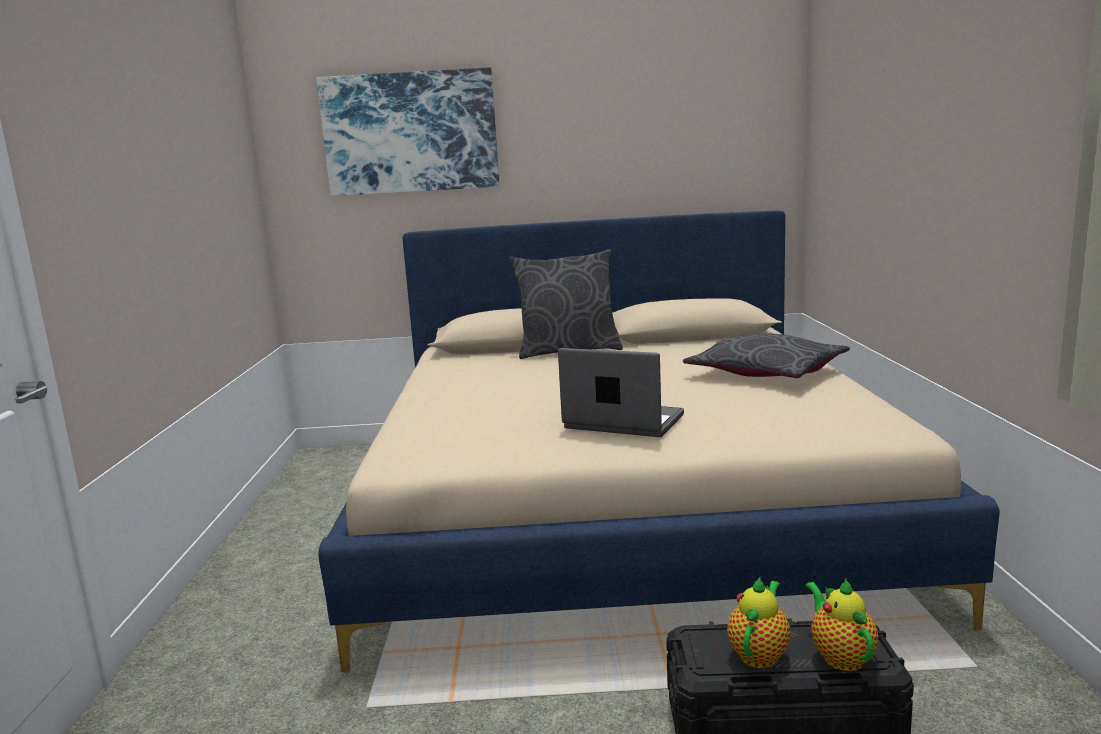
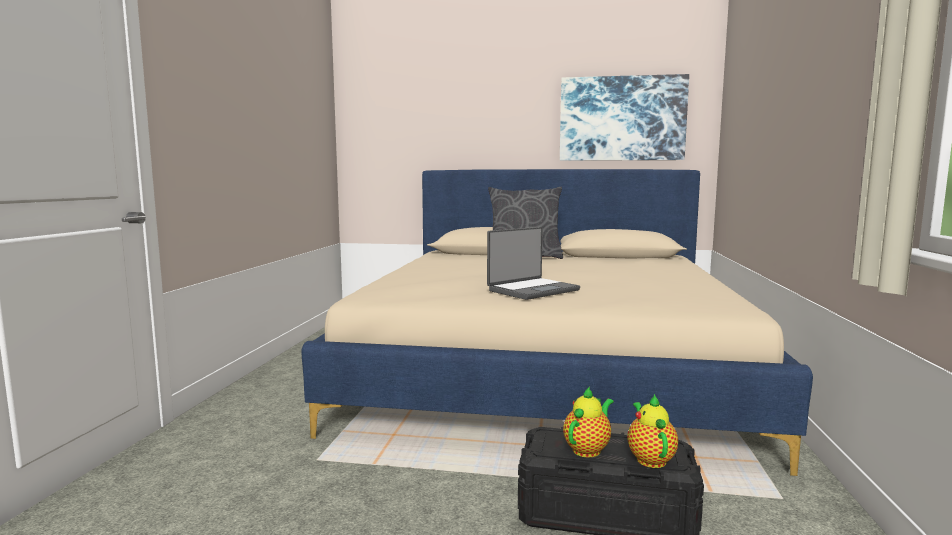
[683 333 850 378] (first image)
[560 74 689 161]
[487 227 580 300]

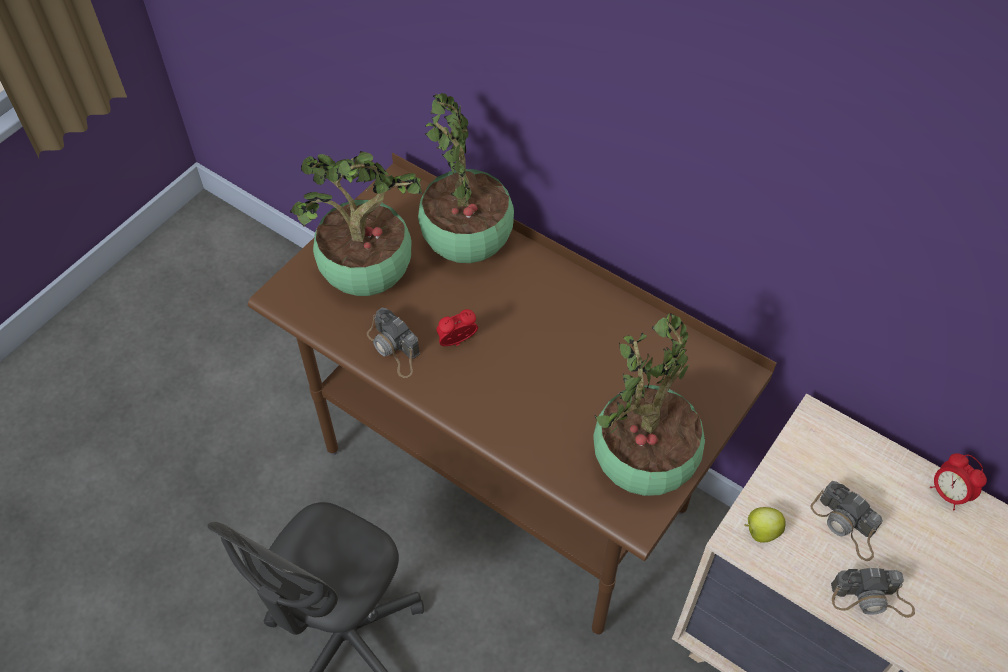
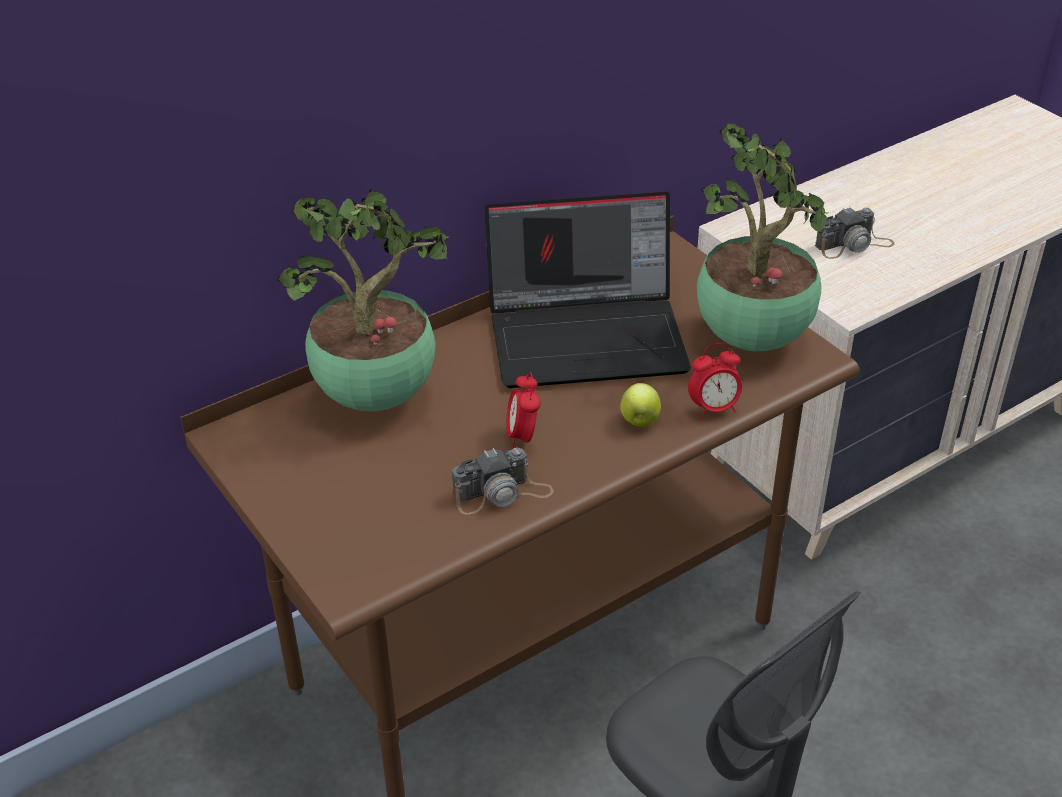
[290 151 422 296] (first image)
[831 568 915 618] (first image)
[485 192 691 388]
[620 383 661 427]
[688 343 742 419]

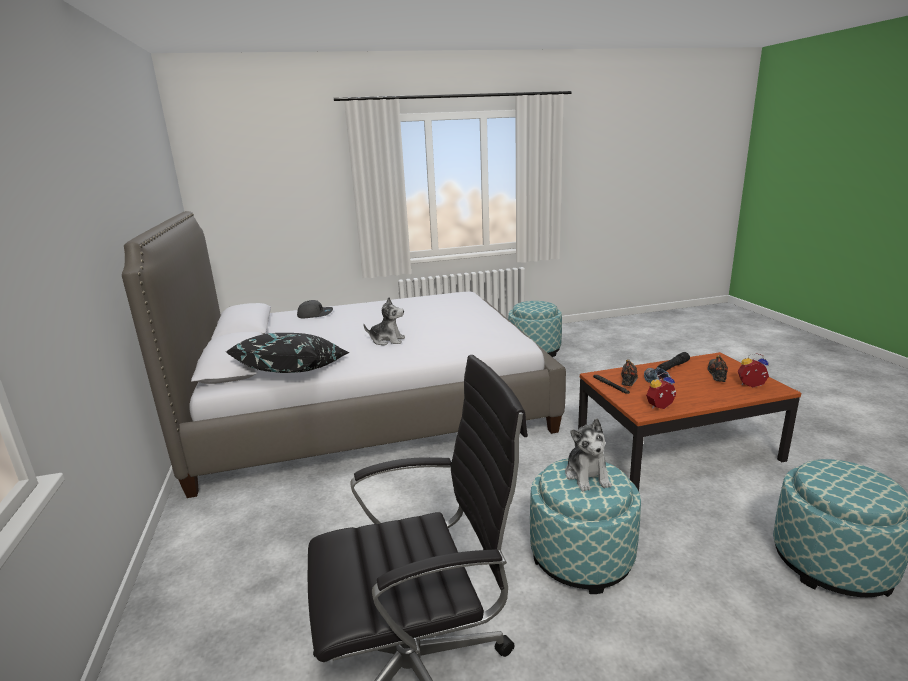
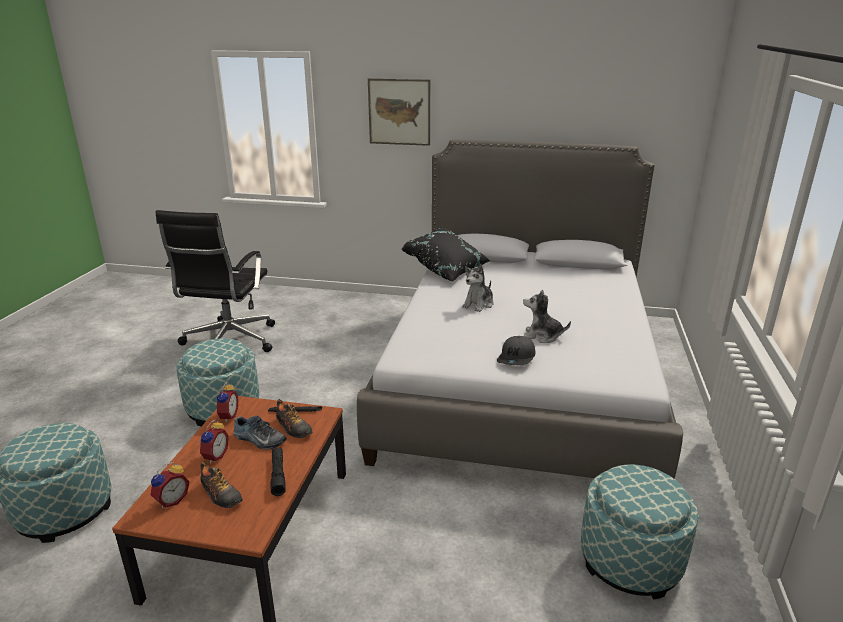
[200 419 229 464]
[368 78 430 146]
[497 336 535 365]
[523 290 571 343]

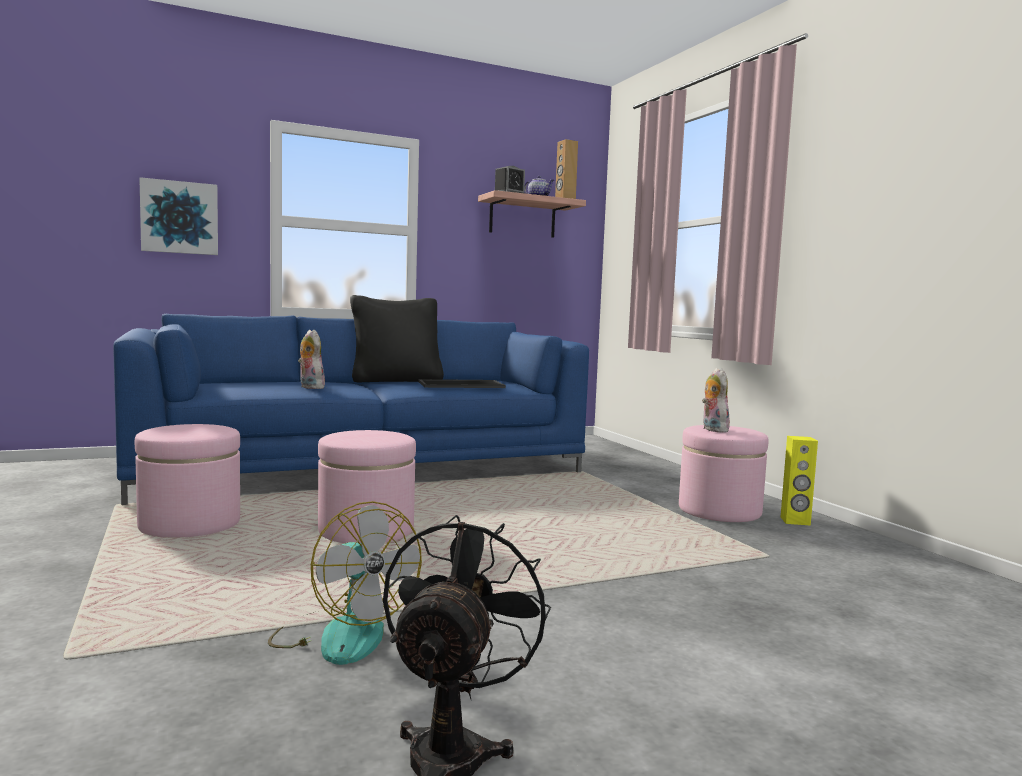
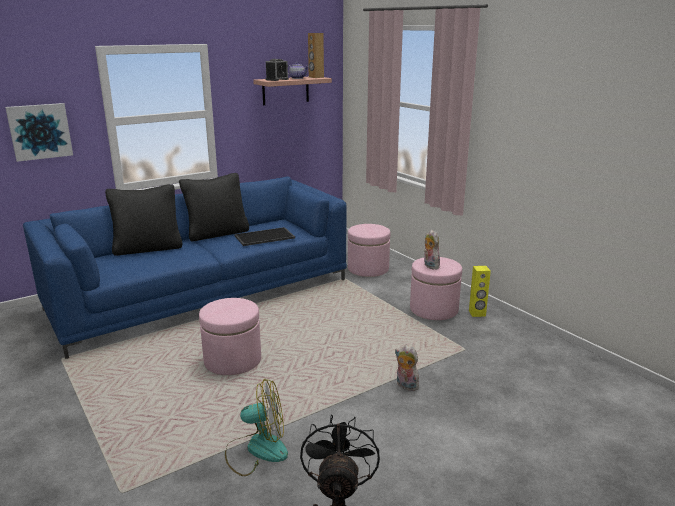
[105 184 182 256]
[348 224 391 277]
[395 345 419 391]
[225 379 288 476]

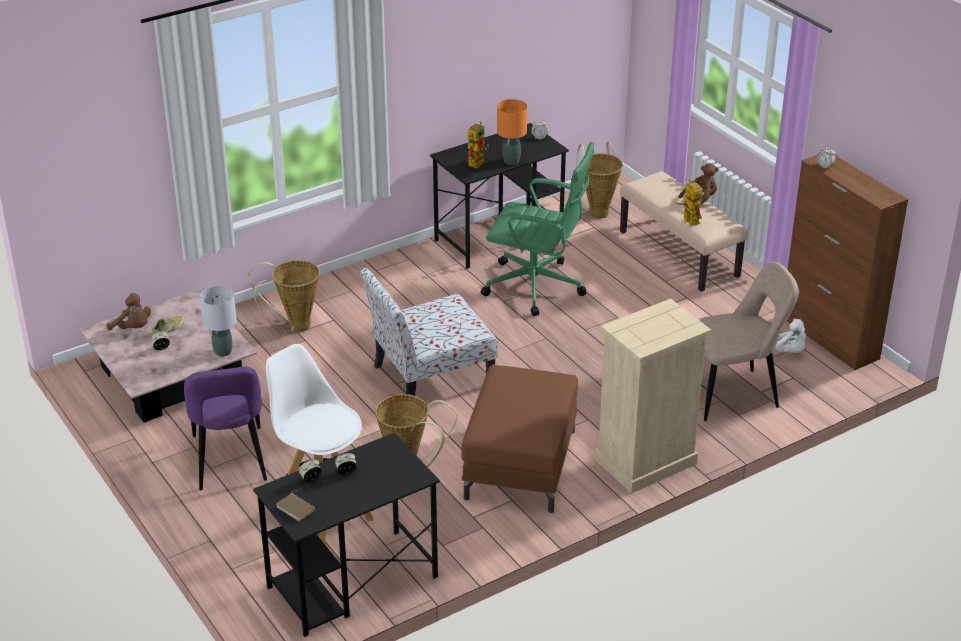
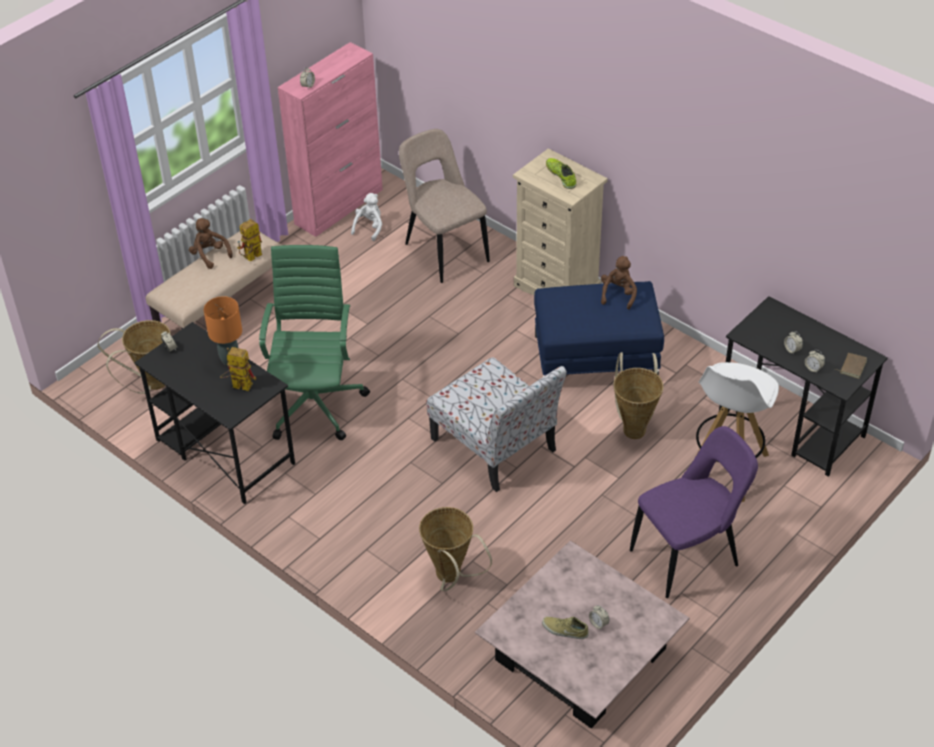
[200 286 237 357] (first image)
[546 158 577 189]
[601 256 637 309]
[534 281 664 377]
[278 42 383 237]

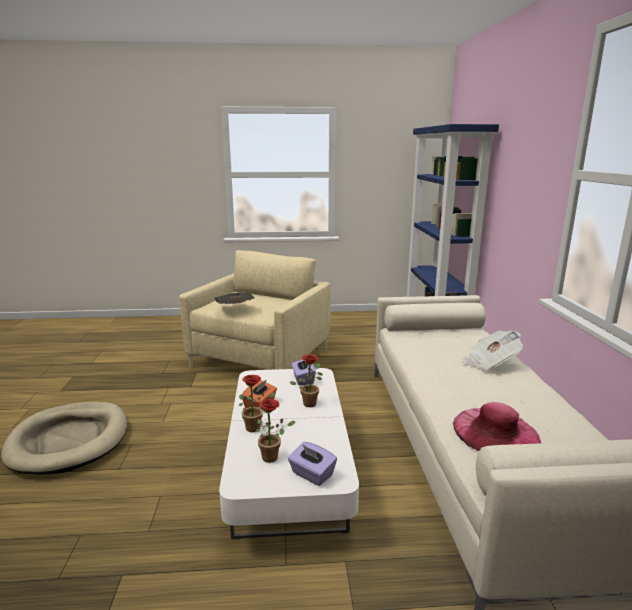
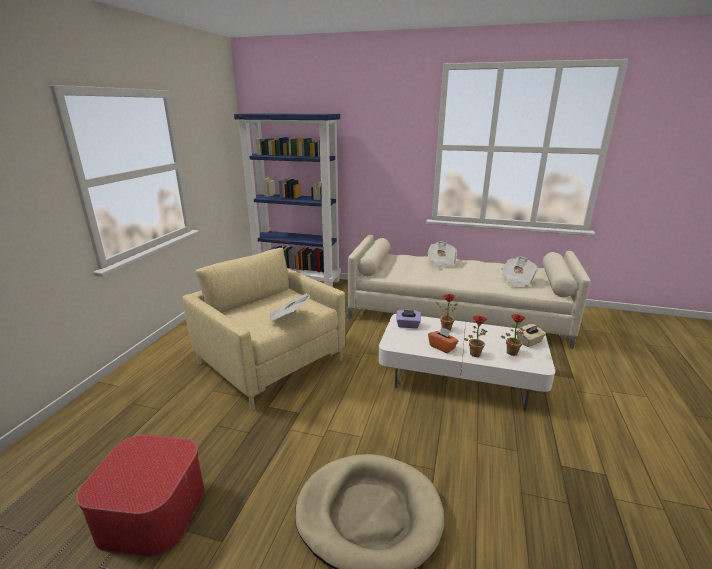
[76 434 205 557]
[502 257 538 286]
[517 324 546 347]

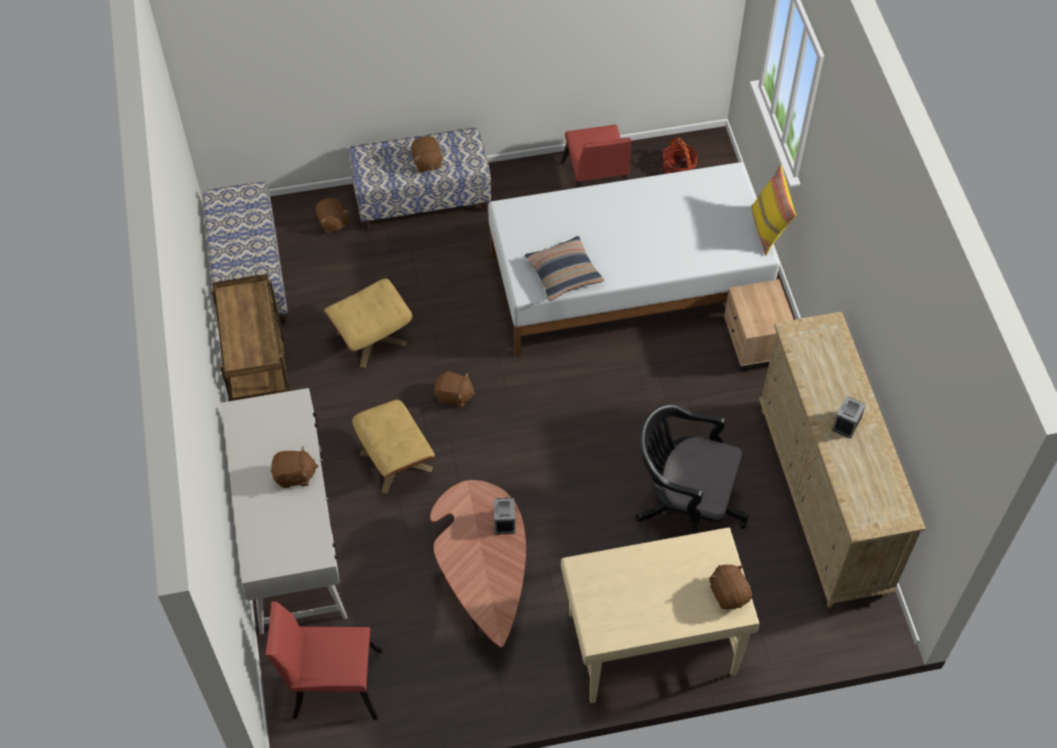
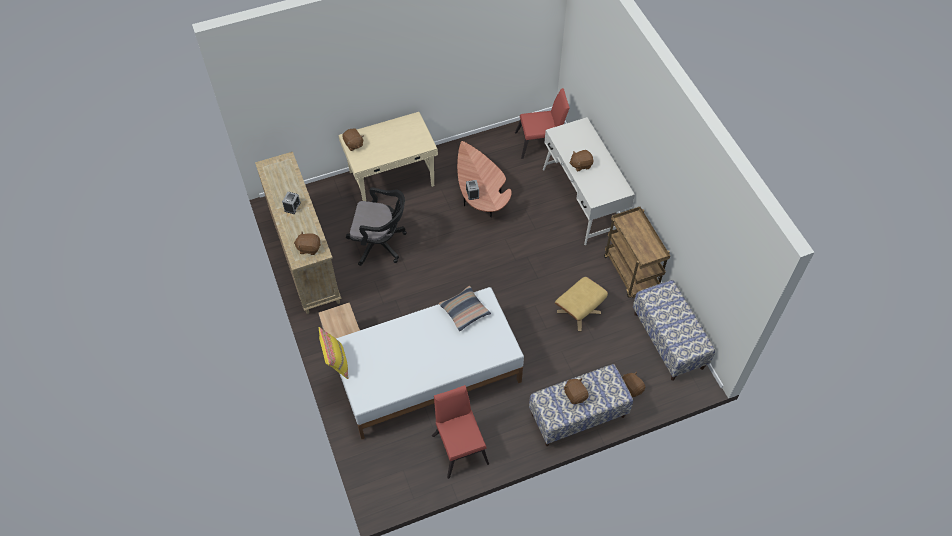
[352 399 435 494] (first image)
[662 138 698 174] (first image)
[294 232 321 255]

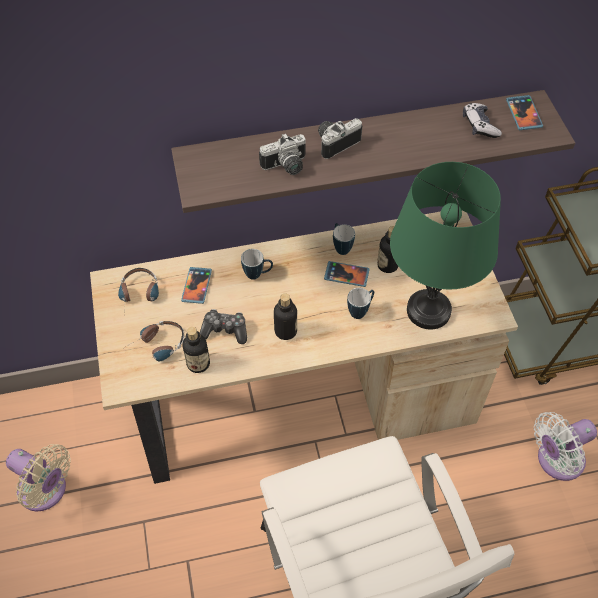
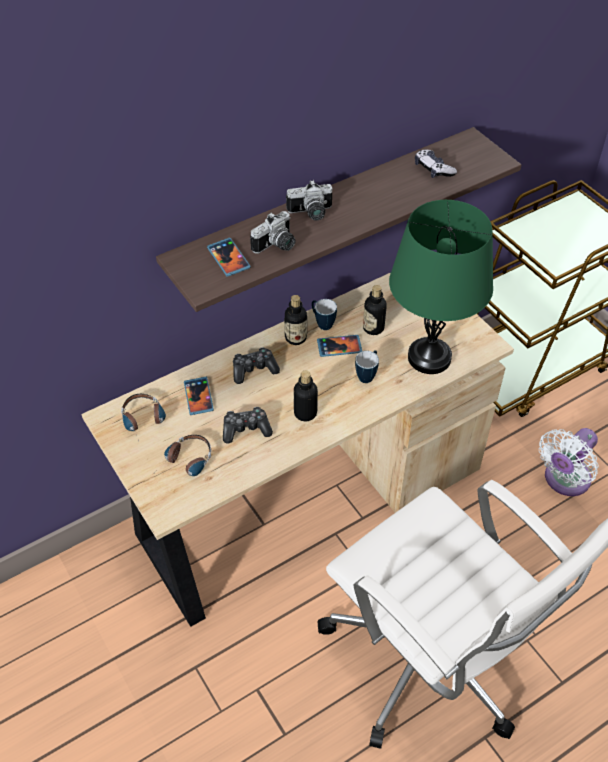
[6 444 71 511] (first image)
[284 295 307 345]
[207 238 251 277]
[233 347 280 384]
[286 180 333 221]

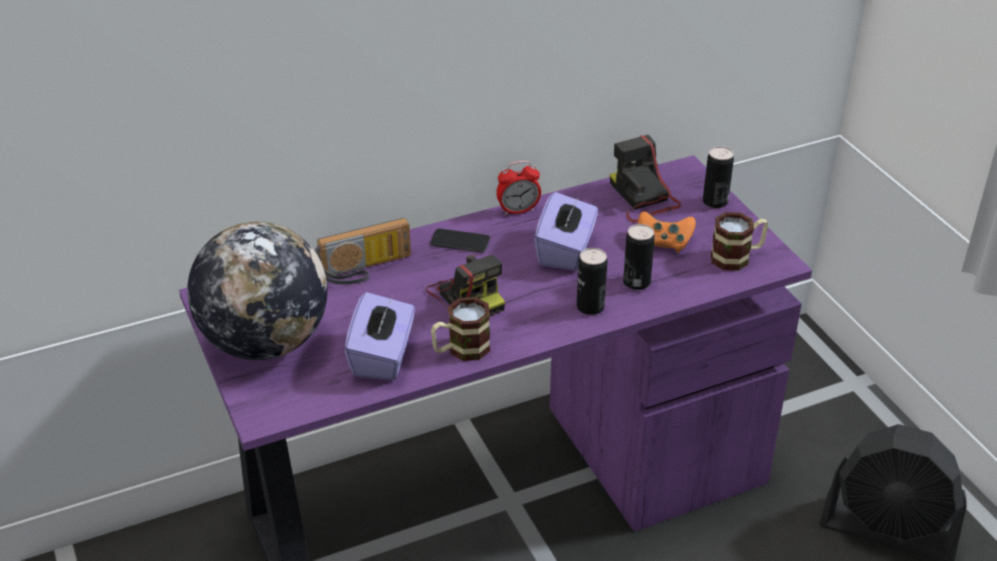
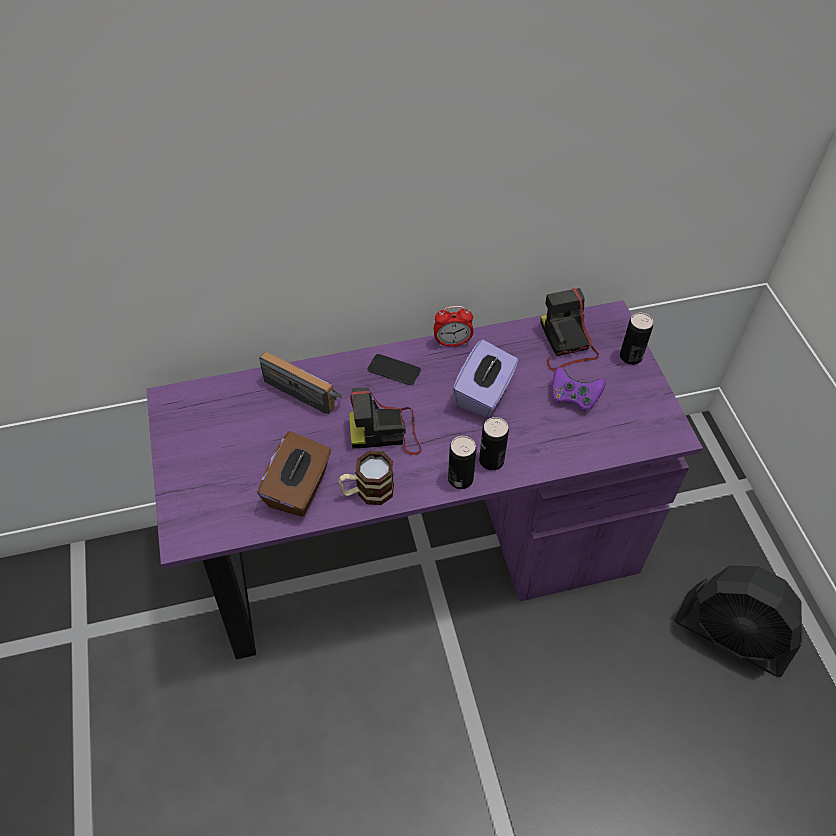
[187 222 327 360] (first image)
[711 212 768 271] (first image)
[448 436 476 489]
[257 431 331 517]
[552 367 605 411]
[259 352 342 414]
[349 388 421 455]

